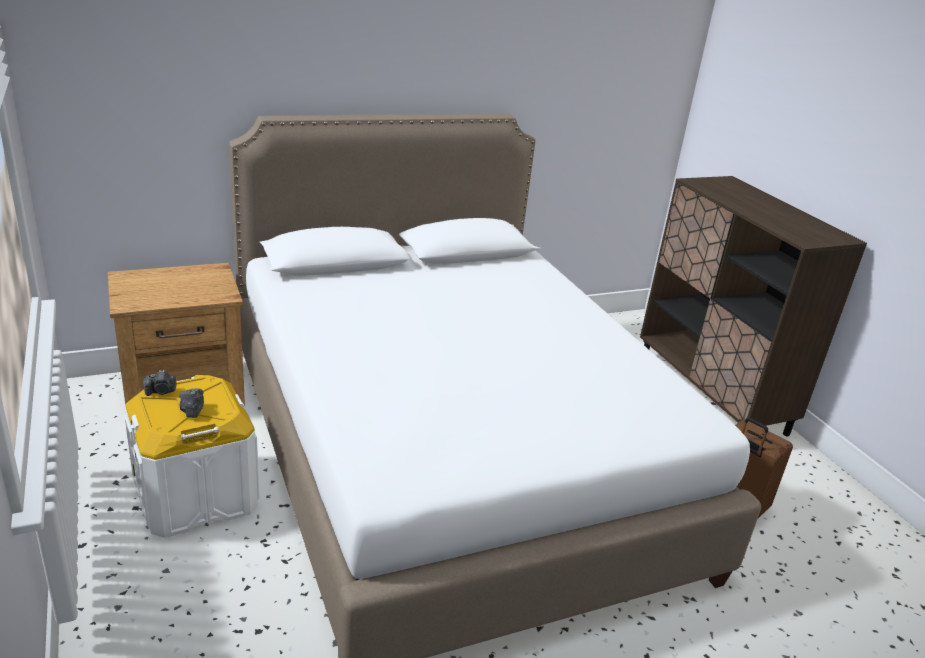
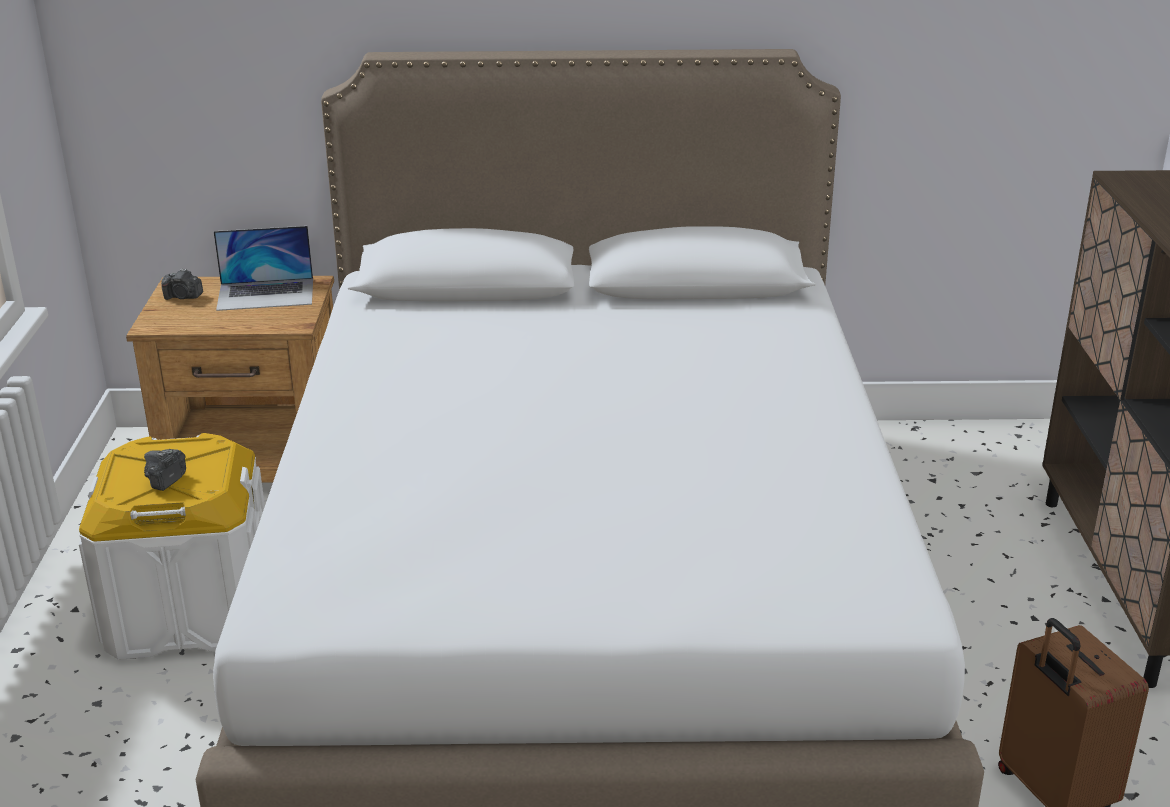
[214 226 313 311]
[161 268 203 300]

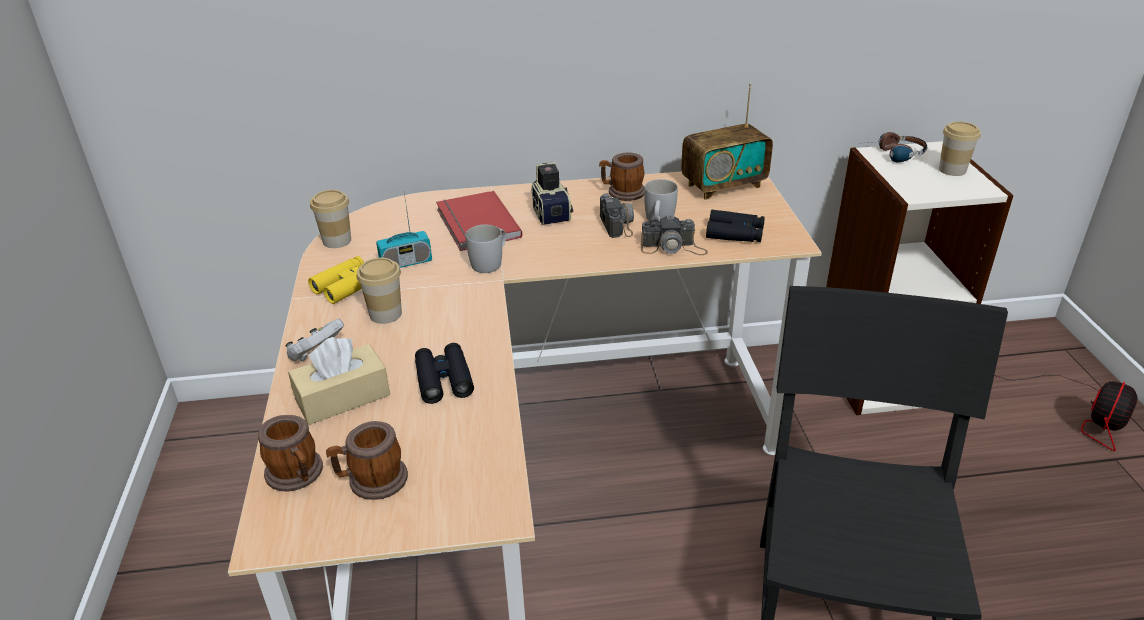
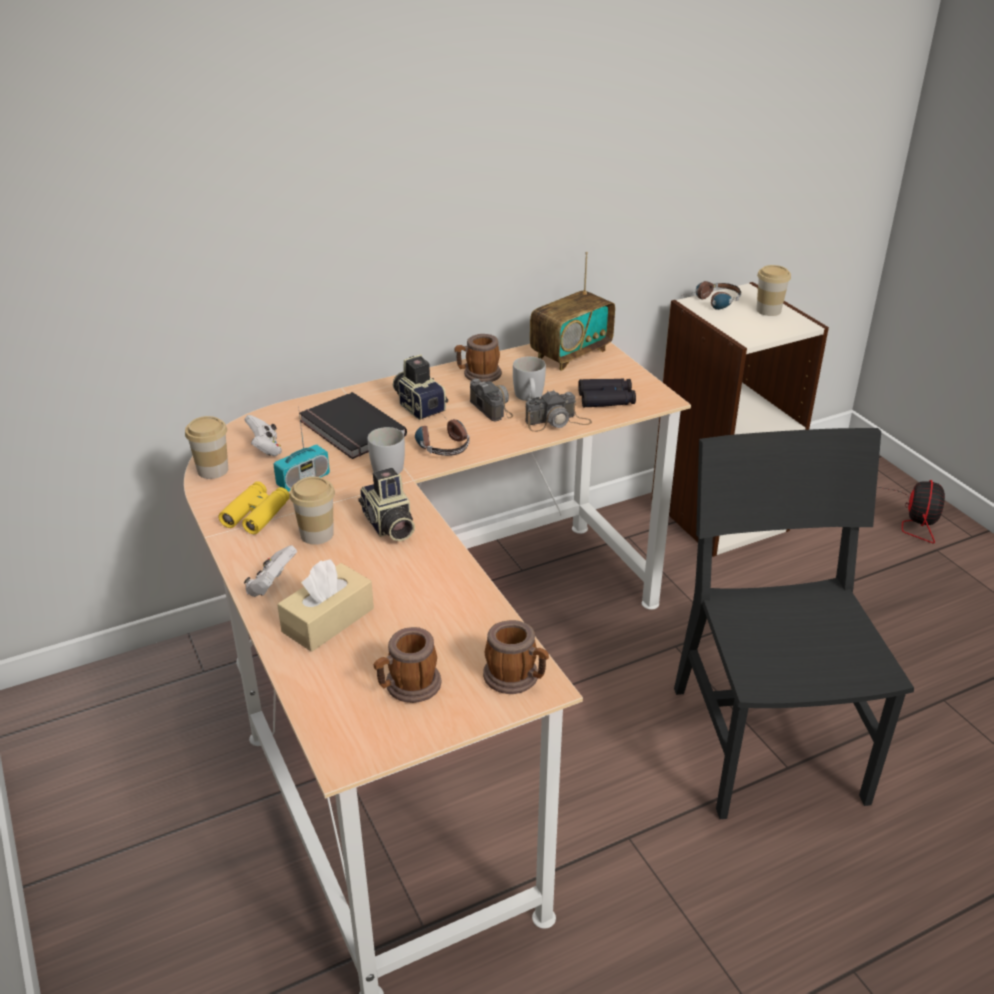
[415 343 474 404] (first image)
[244 415 282 456]
[358 468 415 542]
[415 419 470 456]
[483 620 549 694]
[300 392 407 459]

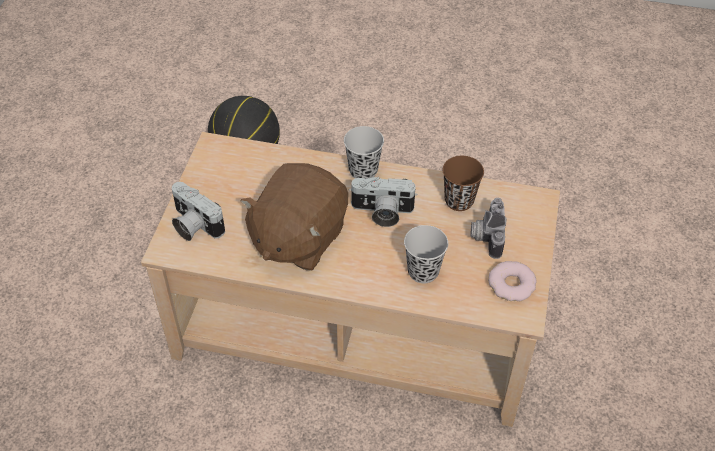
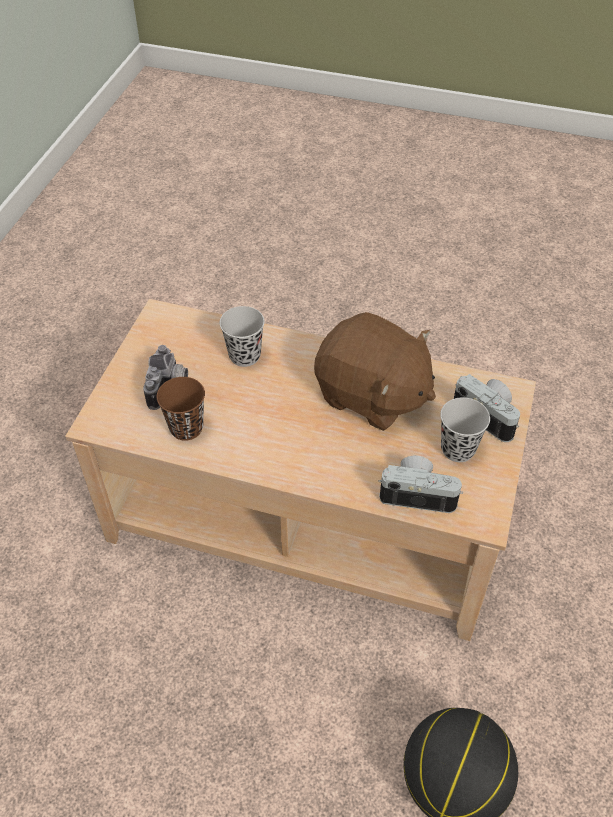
[488 261 536 301] (first image)
[440 397 490 462]
[378 456 463 513]
[314 312 436 431]

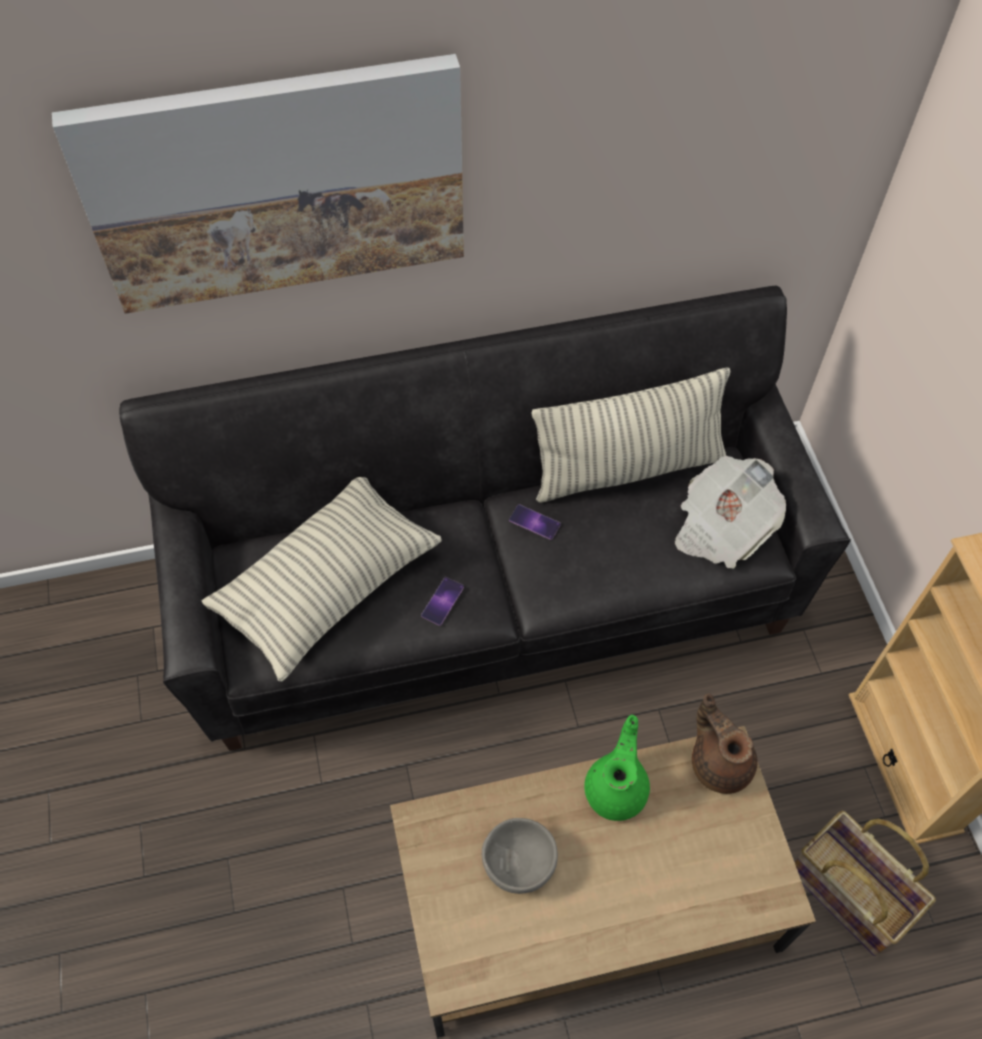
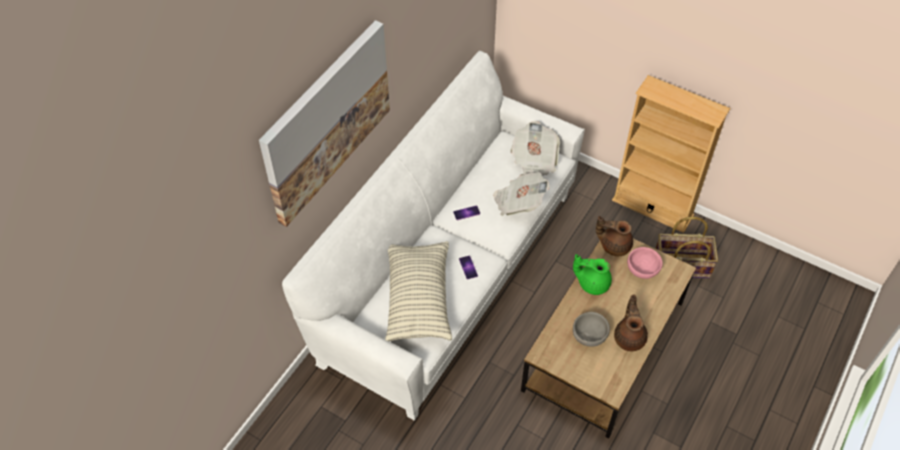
[532 367 730 503] (first image)
[493 172 549 216]
[614 294 648 351]
[627 247 663 279]
[282 51 585 421]
[573 254 612 295]

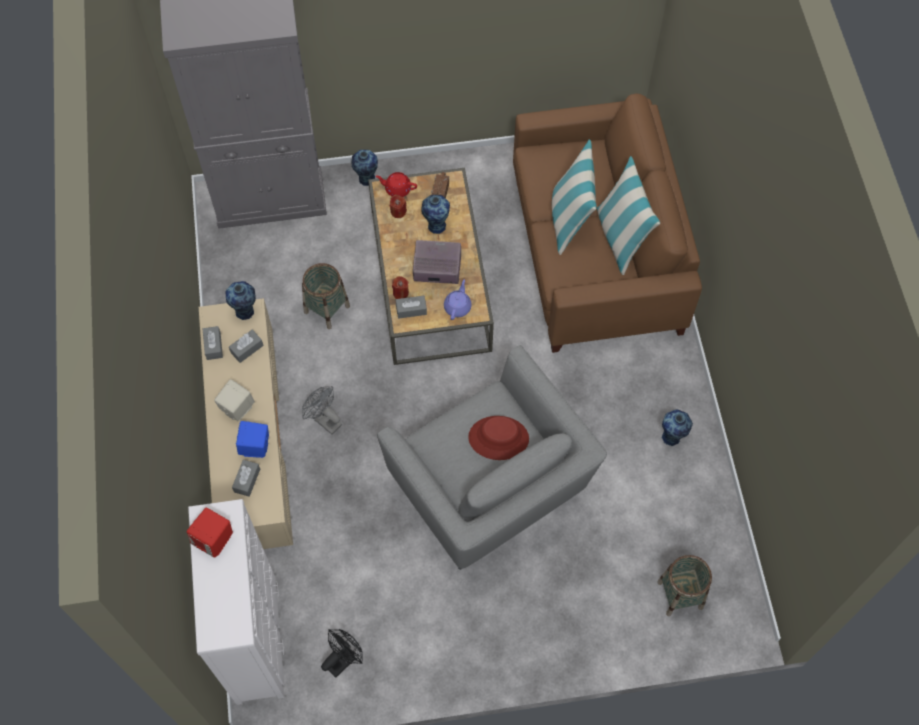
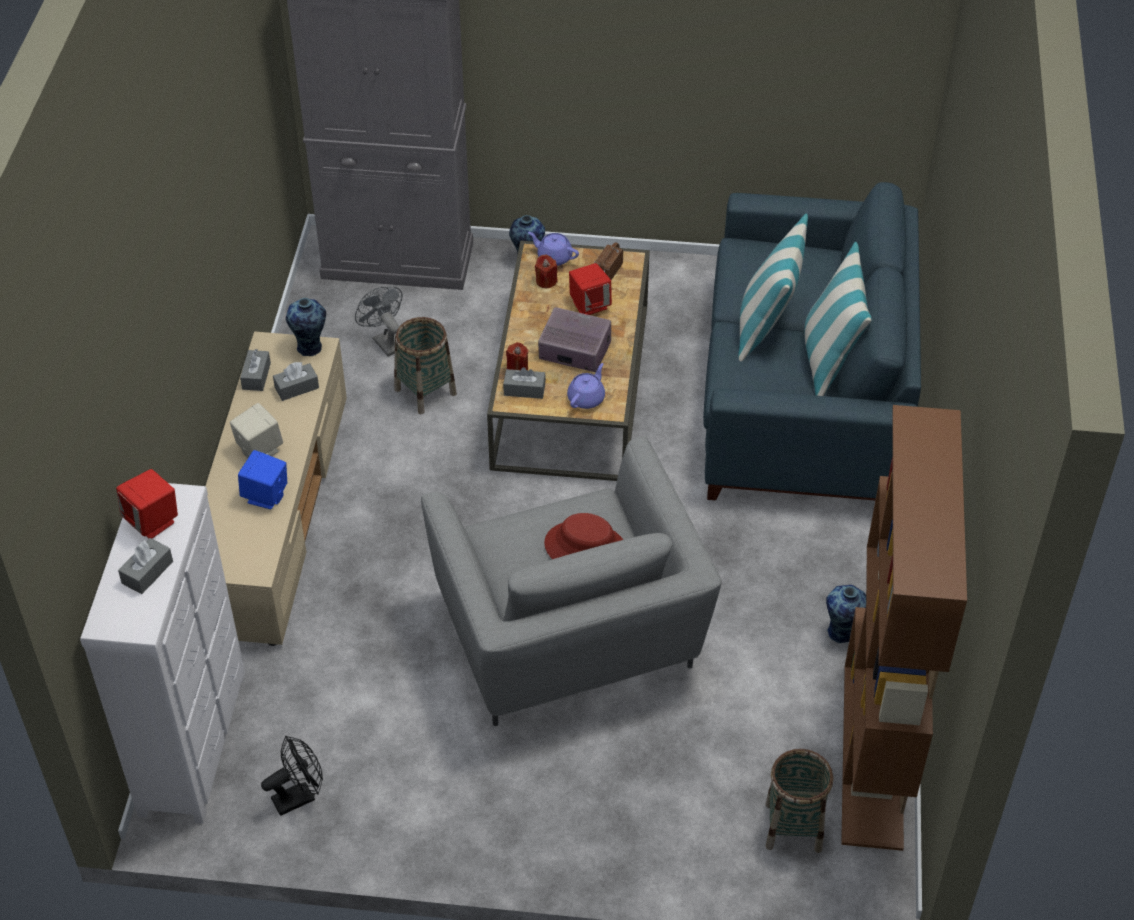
[841 405 967 851]
[118 538 173 594]
[355 287 403 357]
[569 263 612 315]
[528 232 579 266]
[703 182 921 501]

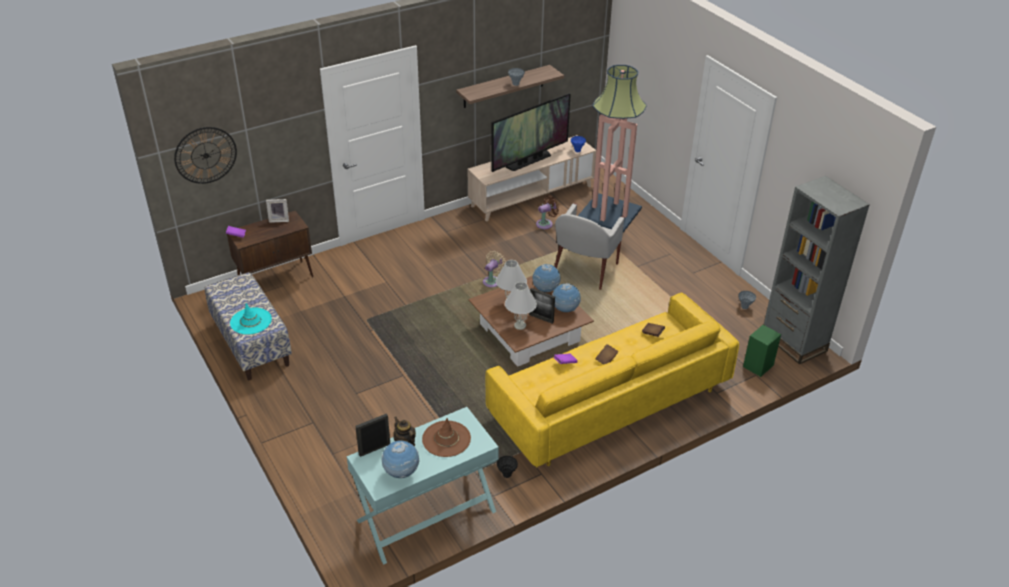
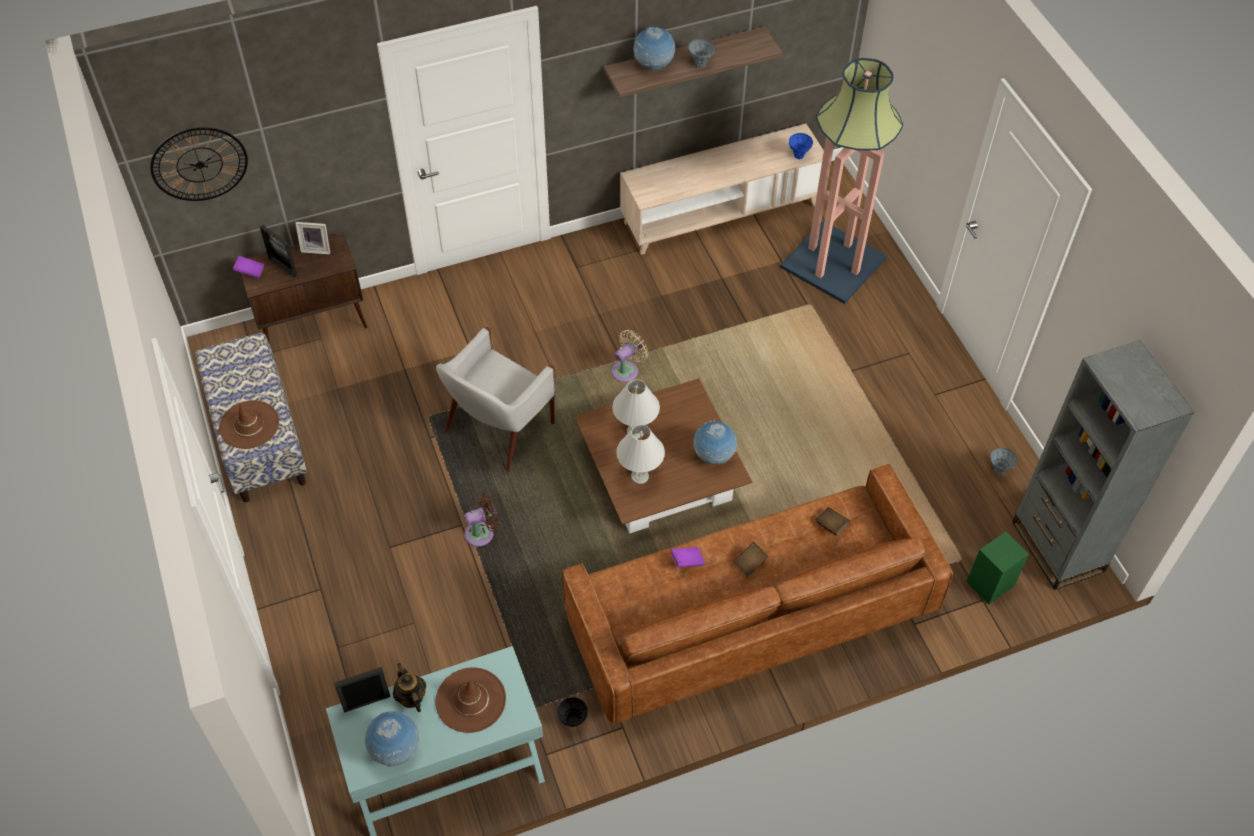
[491 93 571 172] (first image)
[260 225 297 278]
[633 27 675 70]
[464 493 499 547]
[436 327 555 472]
[219 400 279 449]
[562 464 953 725]

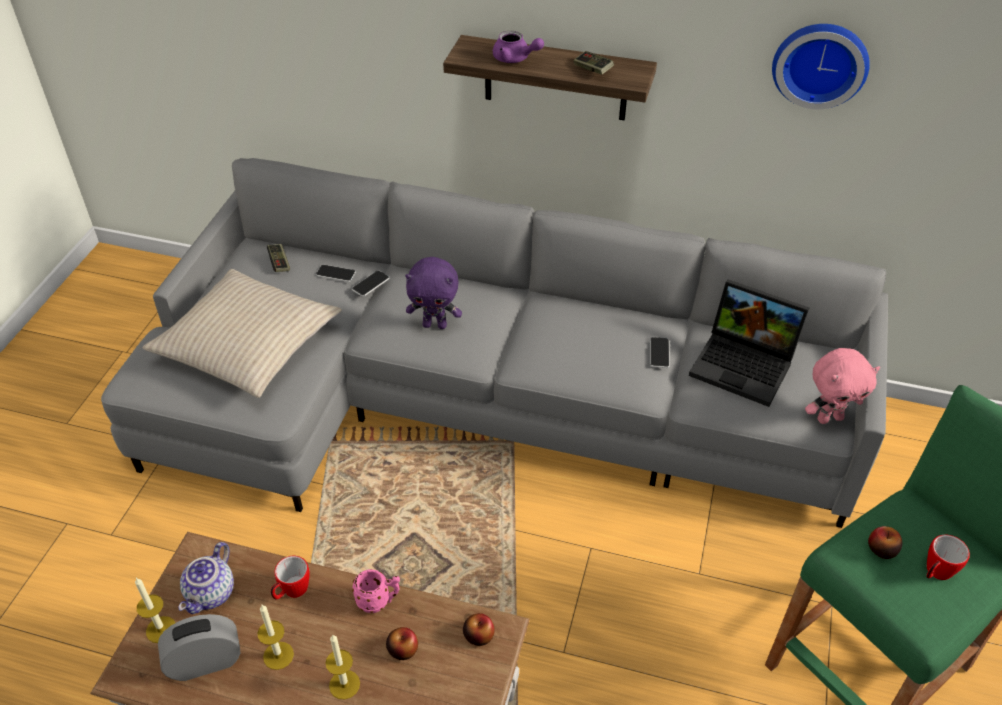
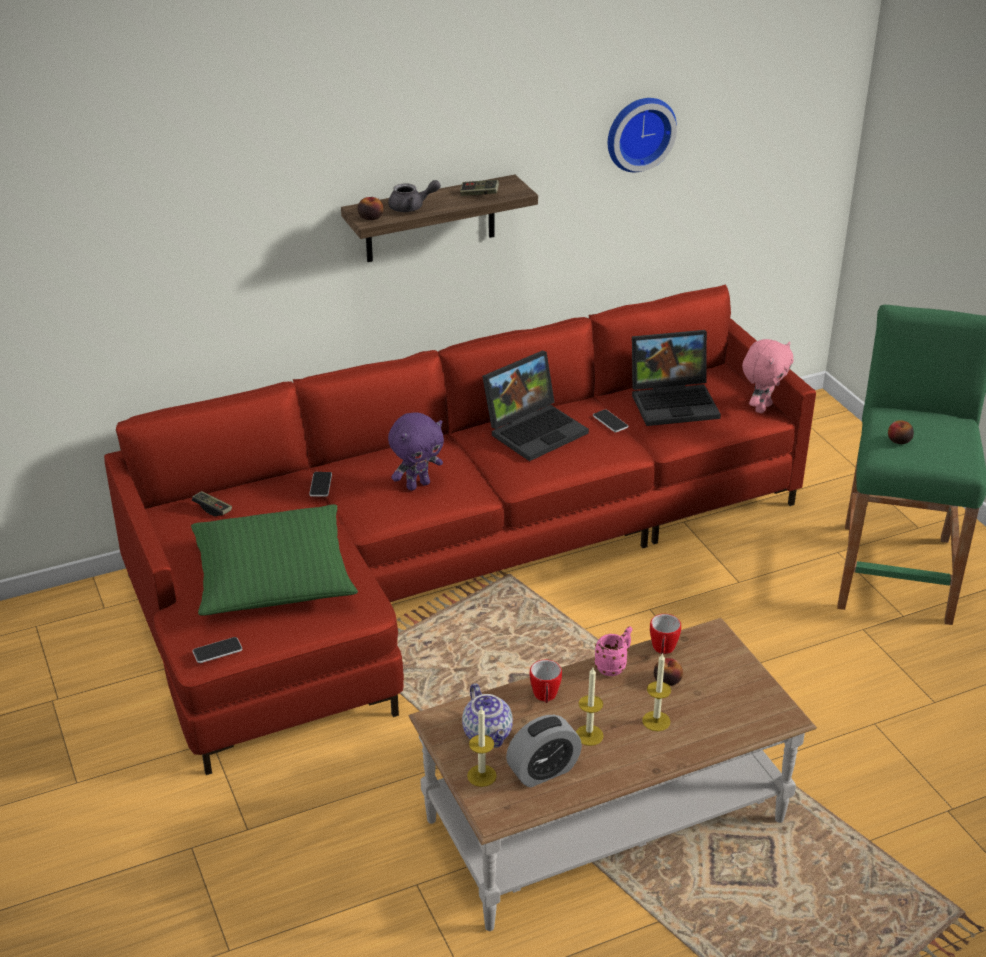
[482 351 589 461]
[193 637 242 663]
[358 197 383 220]
[650 614 681 654]
[104 285 816 775]
[191 504 358 616]
[388 180 441 212]
[506 715 582 787]

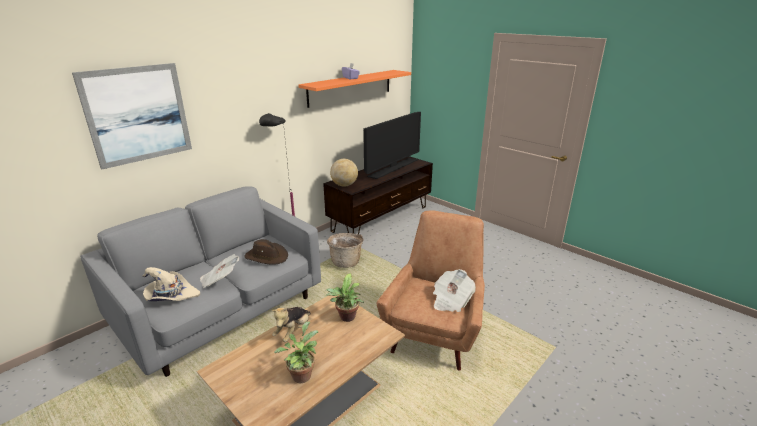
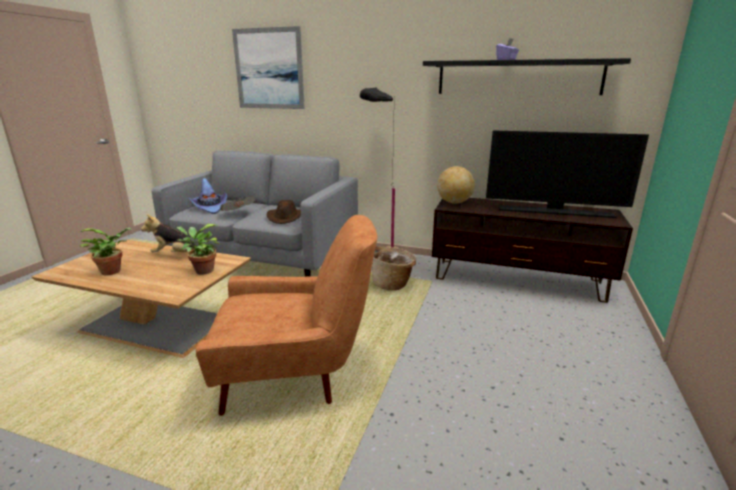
[433 269 476 312] (first image)
[189 178 227 214]
[423 58 631 95]

